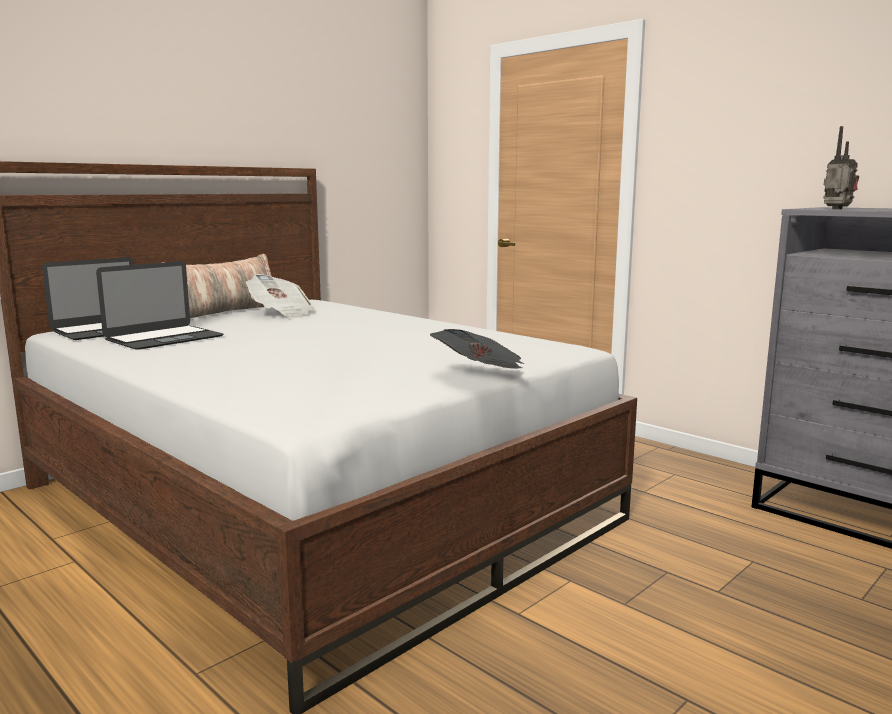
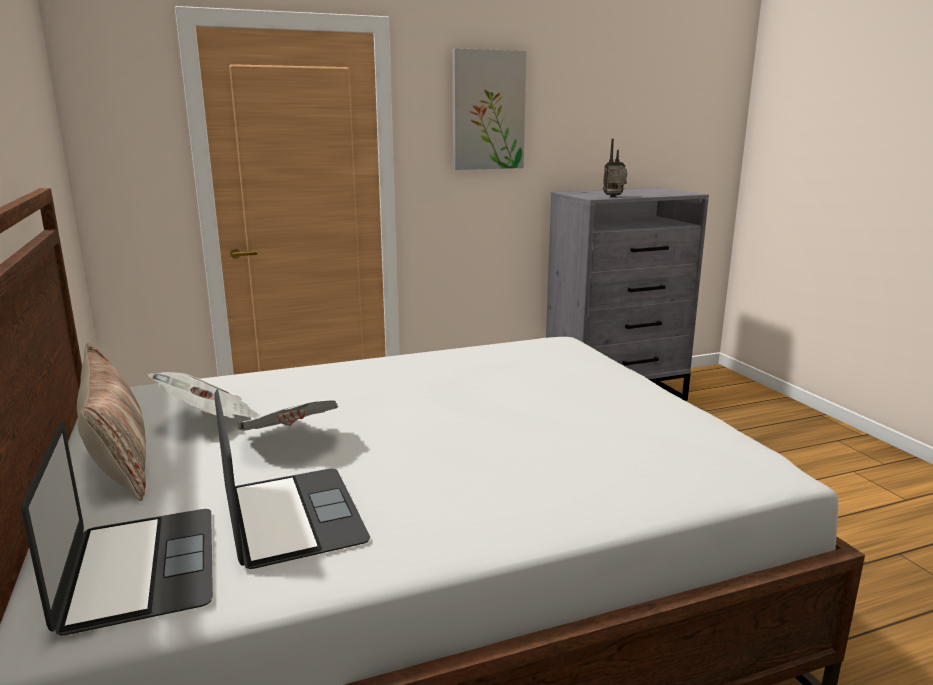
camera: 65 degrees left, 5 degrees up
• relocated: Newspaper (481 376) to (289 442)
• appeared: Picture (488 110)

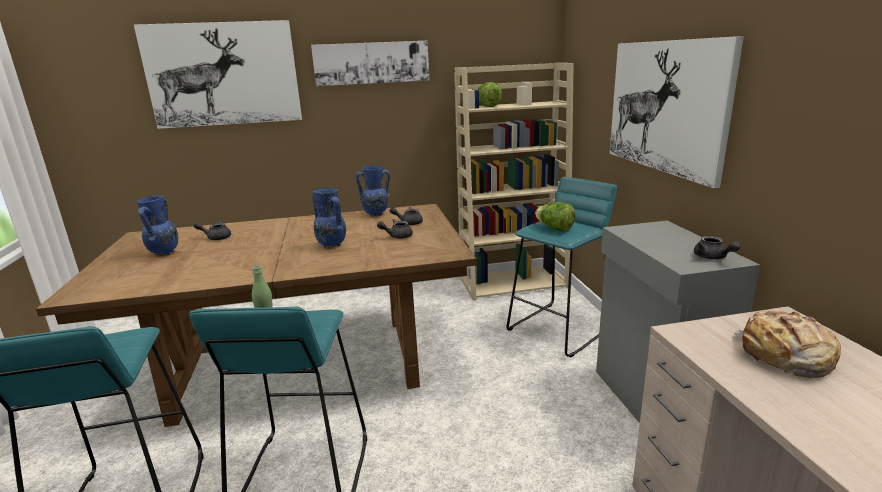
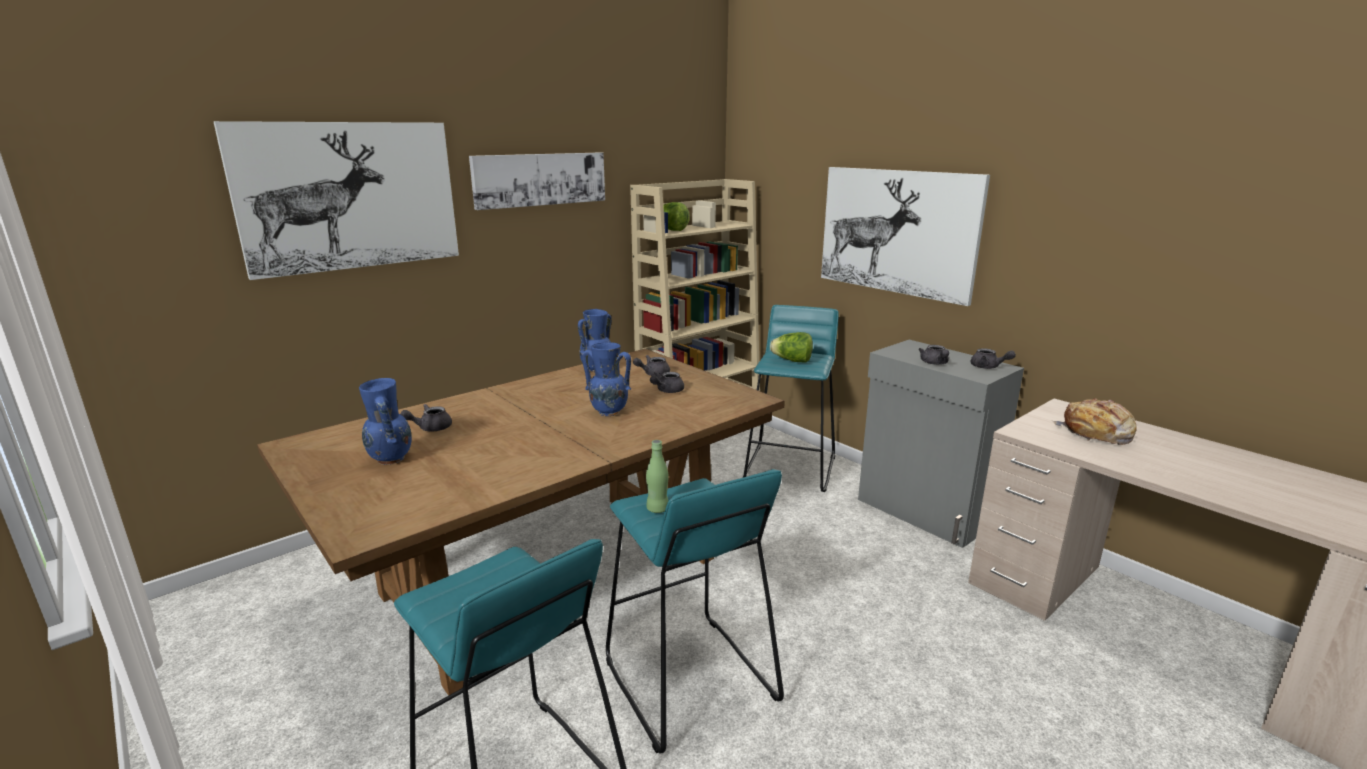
camera: 30 degrees left, 0 degrees up
• appeared: GreyTeapot (935 363)

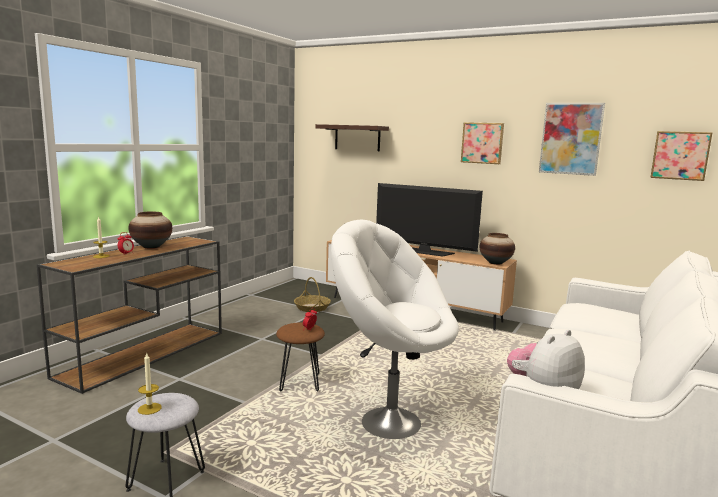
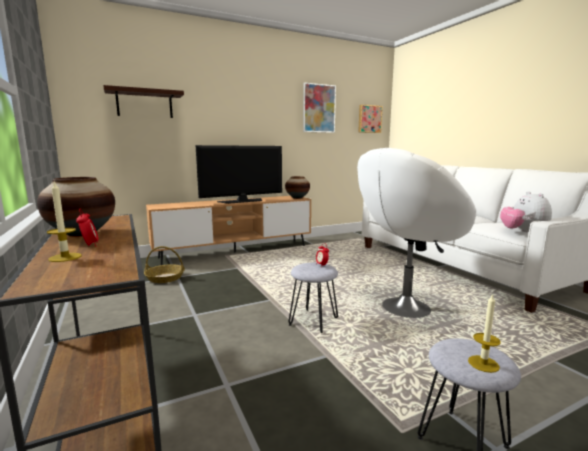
camera: 55 degrees left, 0 degrees up
• colour: BrownStool (299 384) to GreyStool (314 322)
• missing: Picture (482 143)

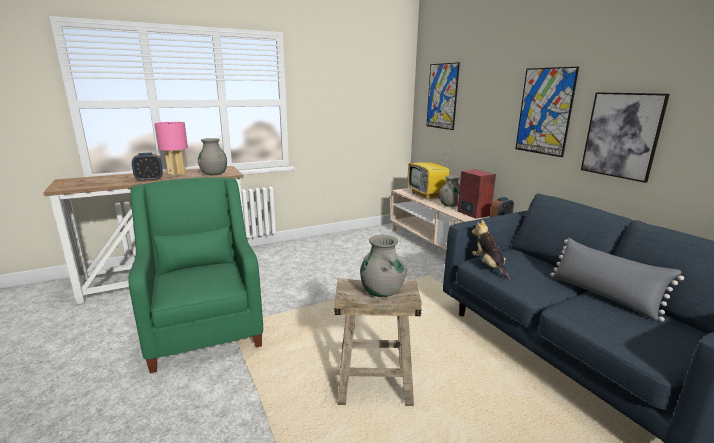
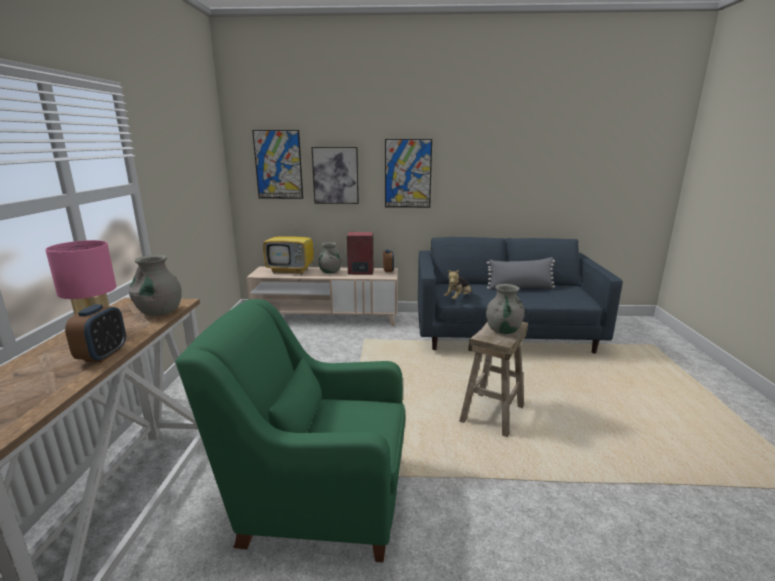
camera: 60 degrees left, 0 degrees up
• spun: PlushToy (489 266) = (458 298) 60 degrees counterclockwise
• relocated: Picture (621 135) to (335 175)

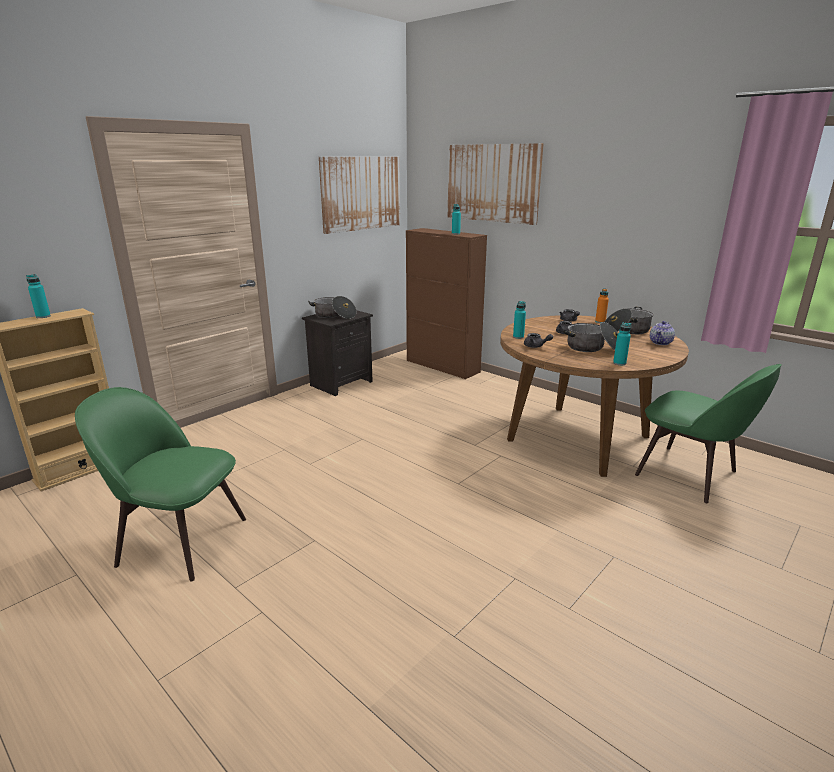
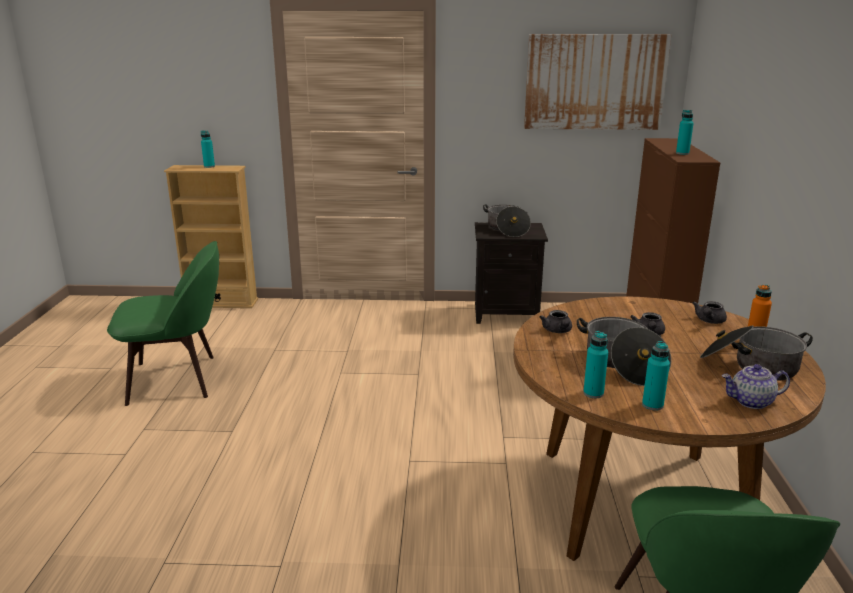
camera: 50 degrees right, 0 degrees up
• spun: GreenChair (178 540) = (177 379) 105 degrees clockwise
• missing: Picture (492 183)
• relocated: TurquoiseBottle (518 337) to (652 405)

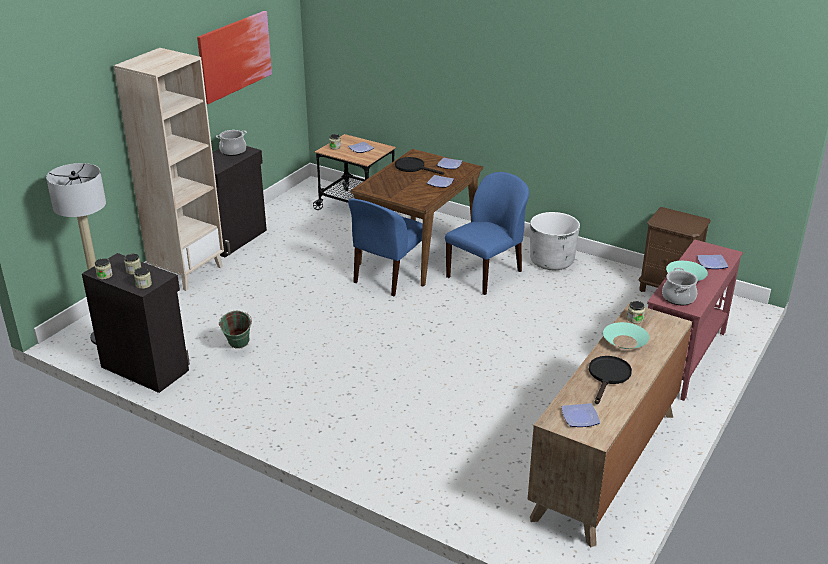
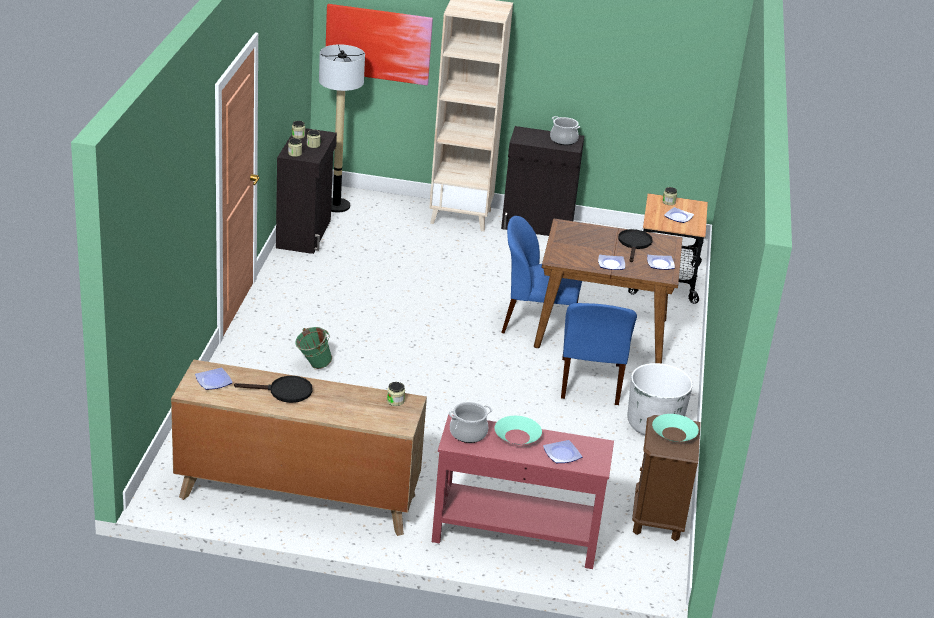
camera: 65 degrees right, 0 degrees up
• relocated: Picture (234 56) to (378 43)
• relocated: GreenBucket (238 347) to (313 365)
• spun: BlueChair (485 274) = (590 383) 75 degrees clockwise
• relocated: TurquoiseBowl (624 342) to (673 434)

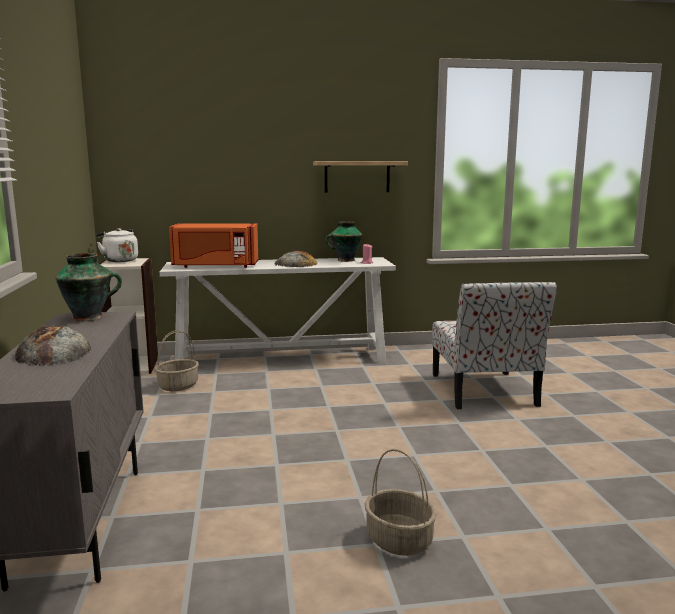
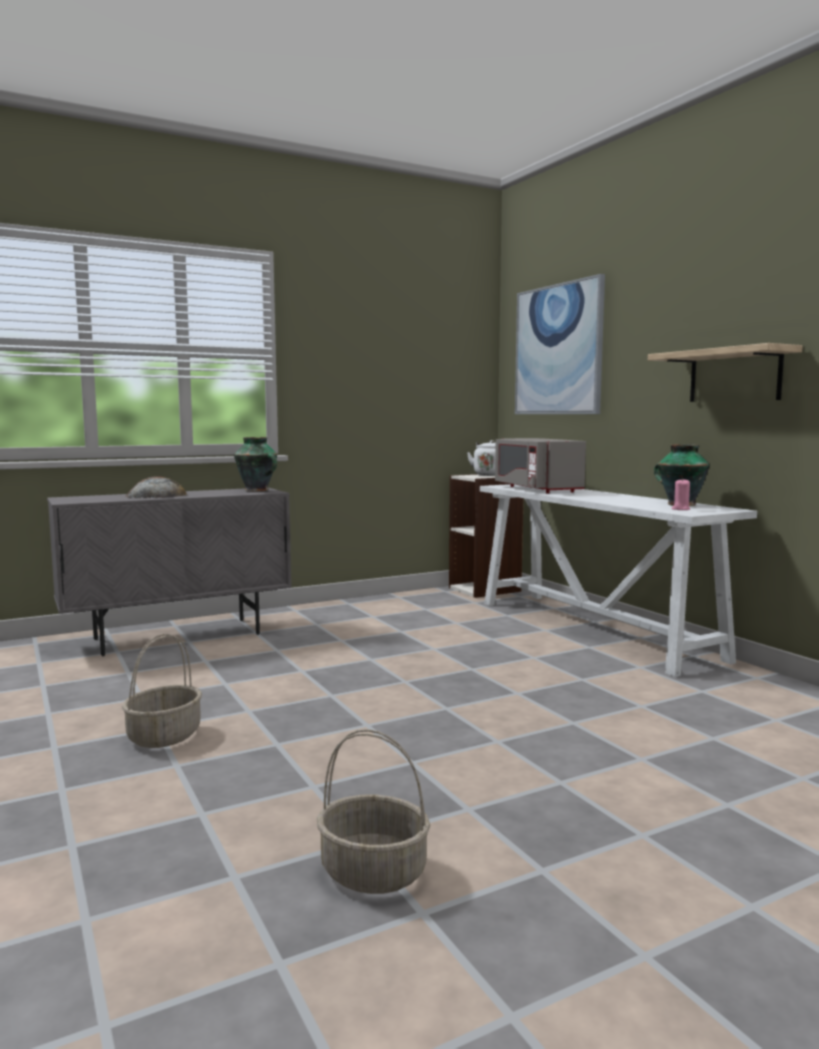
camera: 70 degrees right, 5 degrees down
• relocated: Basket (178 386) to (374 872)
• colour: OrangeMicrowave (215 266) to GreyMicrowave (536 489)
• missing: Bread (296 264)
• missing: Chair (484 391)
• appeared: Picture (558 350)

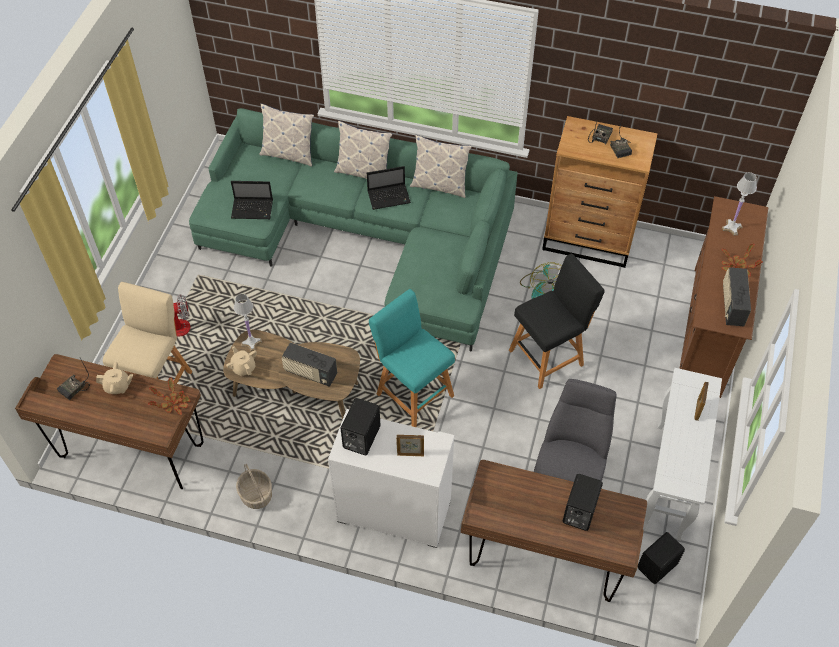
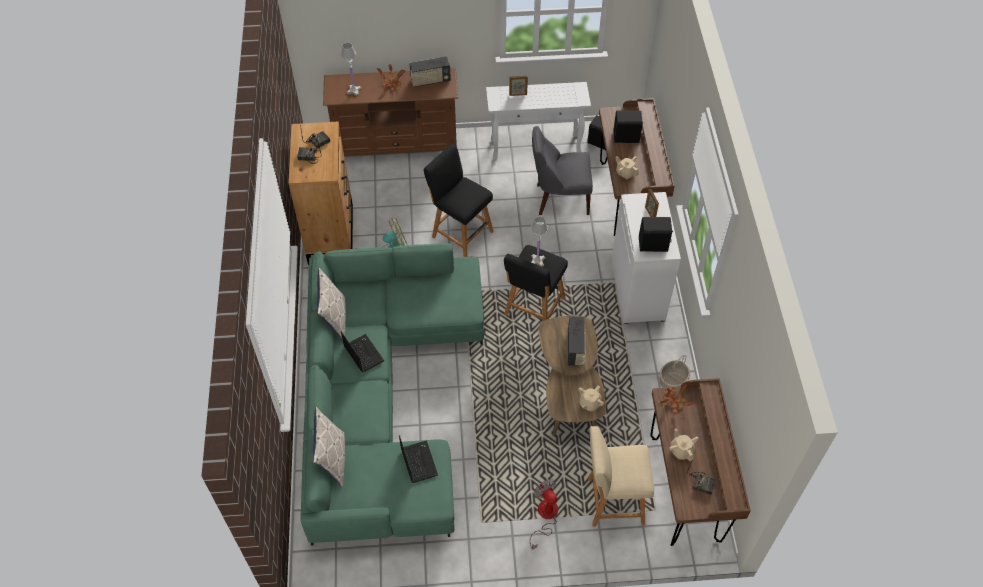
camera: 110 degrees left, 0 degrees up
• relocated: WhiteTableLamp (251 342) to (537 260)
• missing: Pillow (363 172)
• colour: TurquoiseStool (412 392) to BlackStool (533 309)
• appeared: BeigeTeapot (626 173)

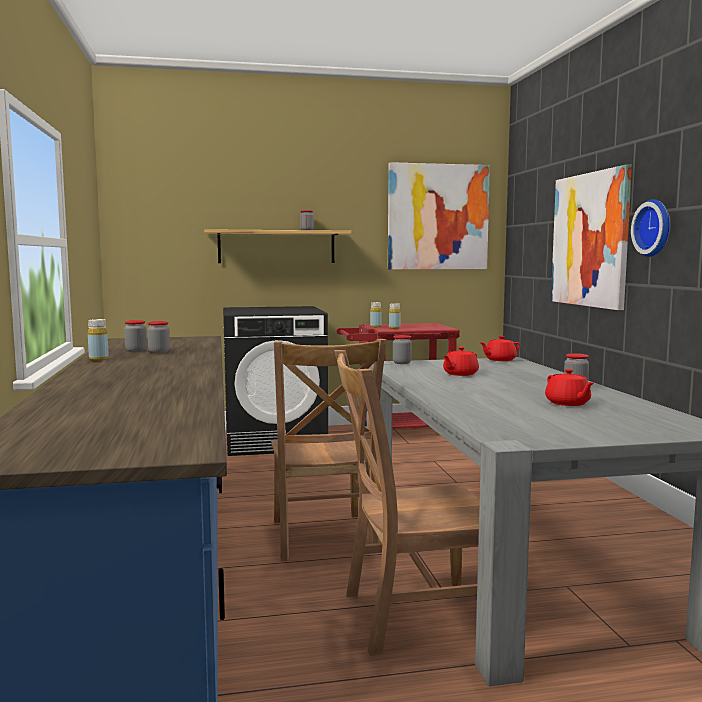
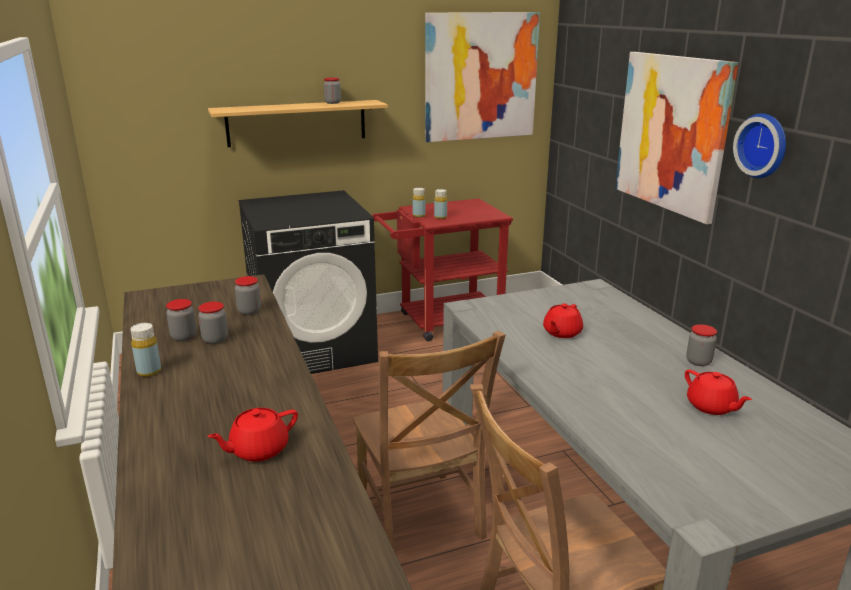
camera: 10 degrees left, 15 degrees up
• relocated: Jar (402 363) to (249 311)
• relocated: RedTeapot (499 360) to (258 450)

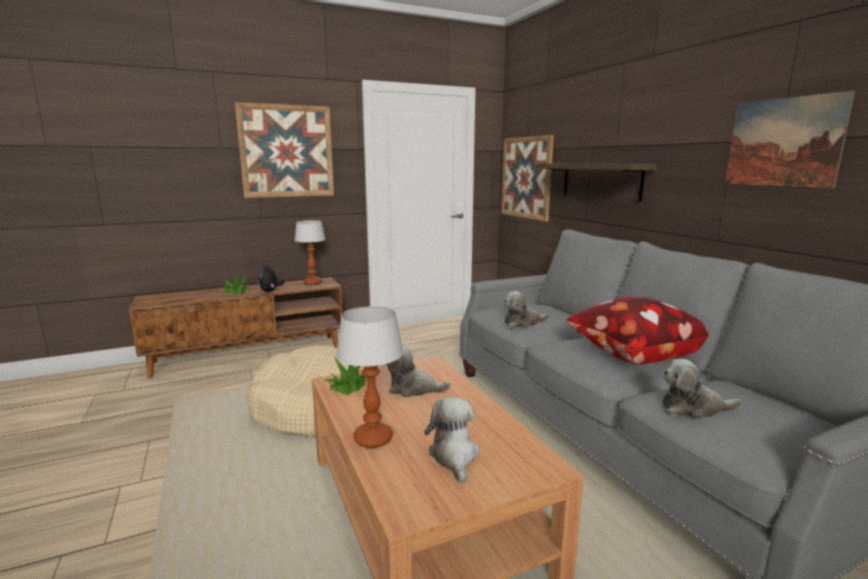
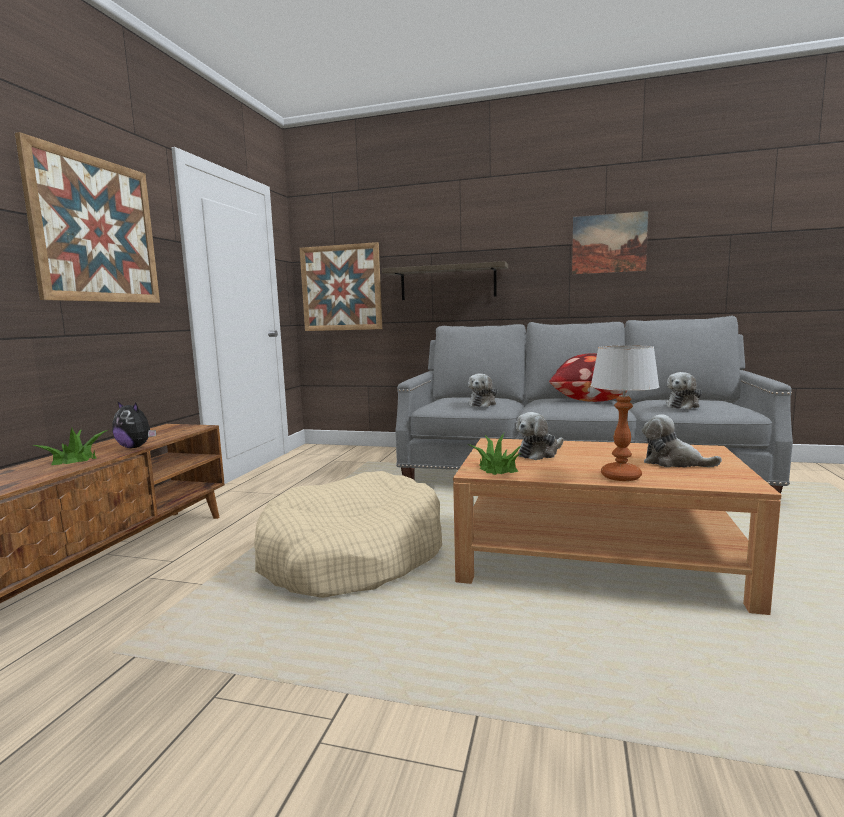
camera: 50 degrees left, 5 degrees down
• missing: TableLamp (313 283)

